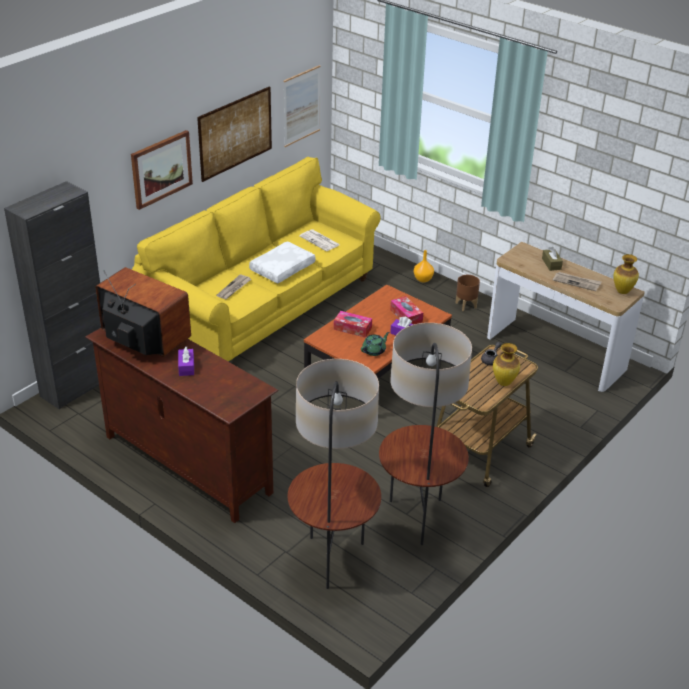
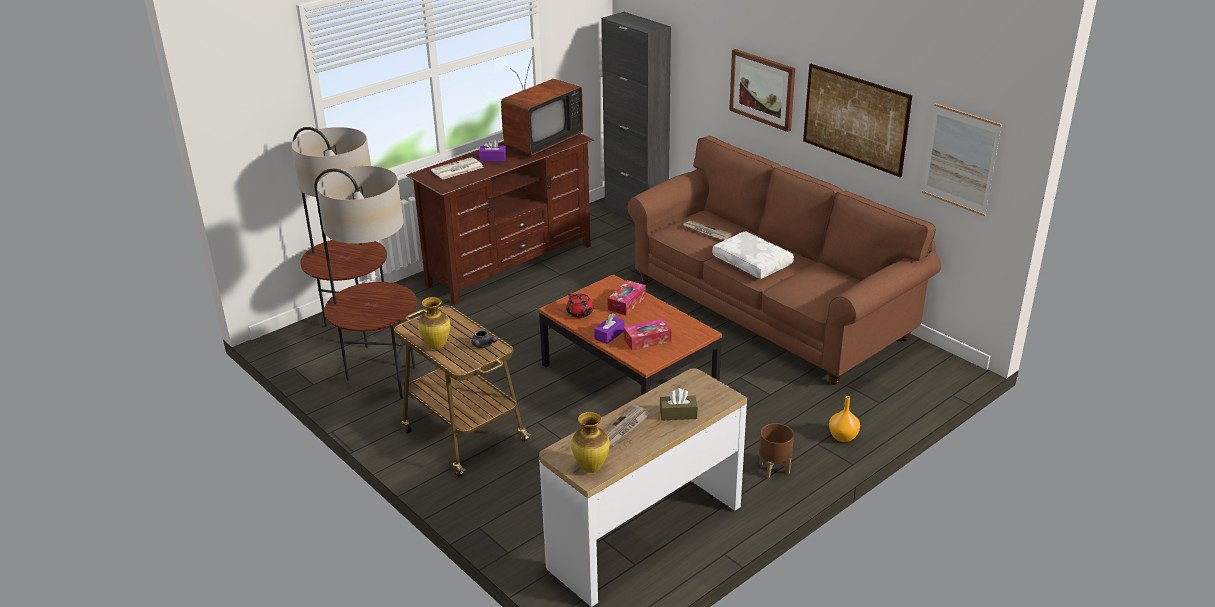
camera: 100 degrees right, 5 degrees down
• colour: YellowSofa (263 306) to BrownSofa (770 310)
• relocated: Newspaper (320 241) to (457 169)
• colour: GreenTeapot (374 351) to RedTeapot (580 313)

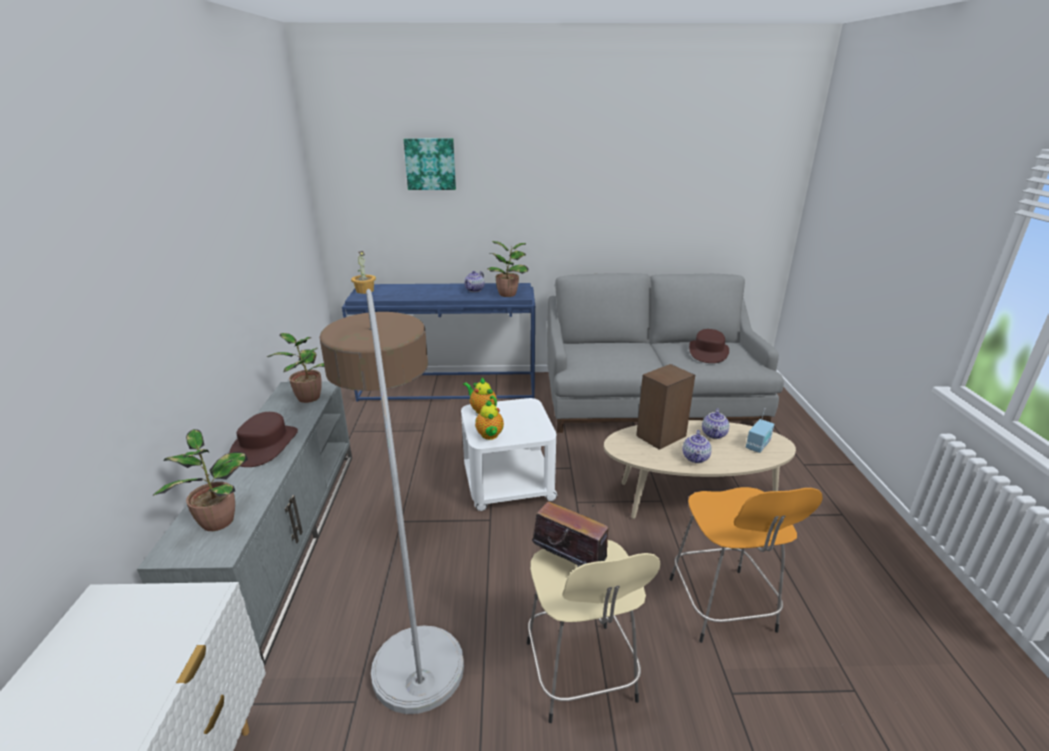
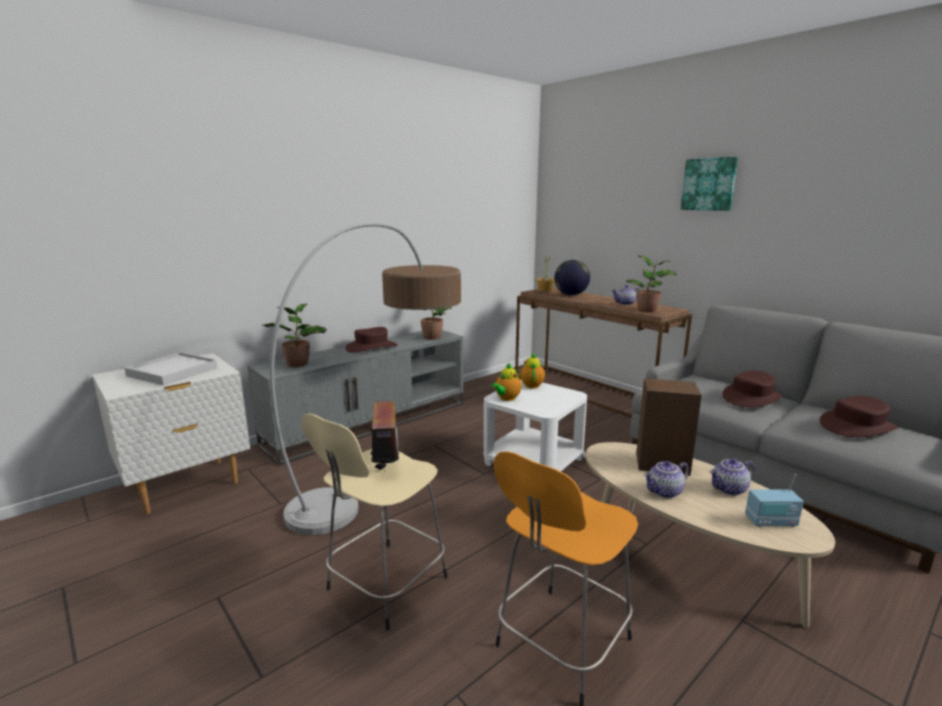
camera: 50 degrees right, 10 degrees down
• colour: BlueConsoleTable (449 386) to BrownConsoleTable (592 393)
• relocated: Picture (430 164) to (709 184)
• appeared: WhiteTray (173 372)
• appeared: Globe (571 295)
• appeared: BrownHat (751 397)

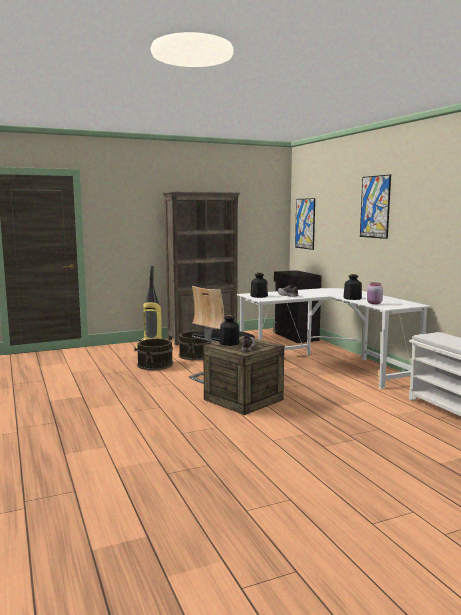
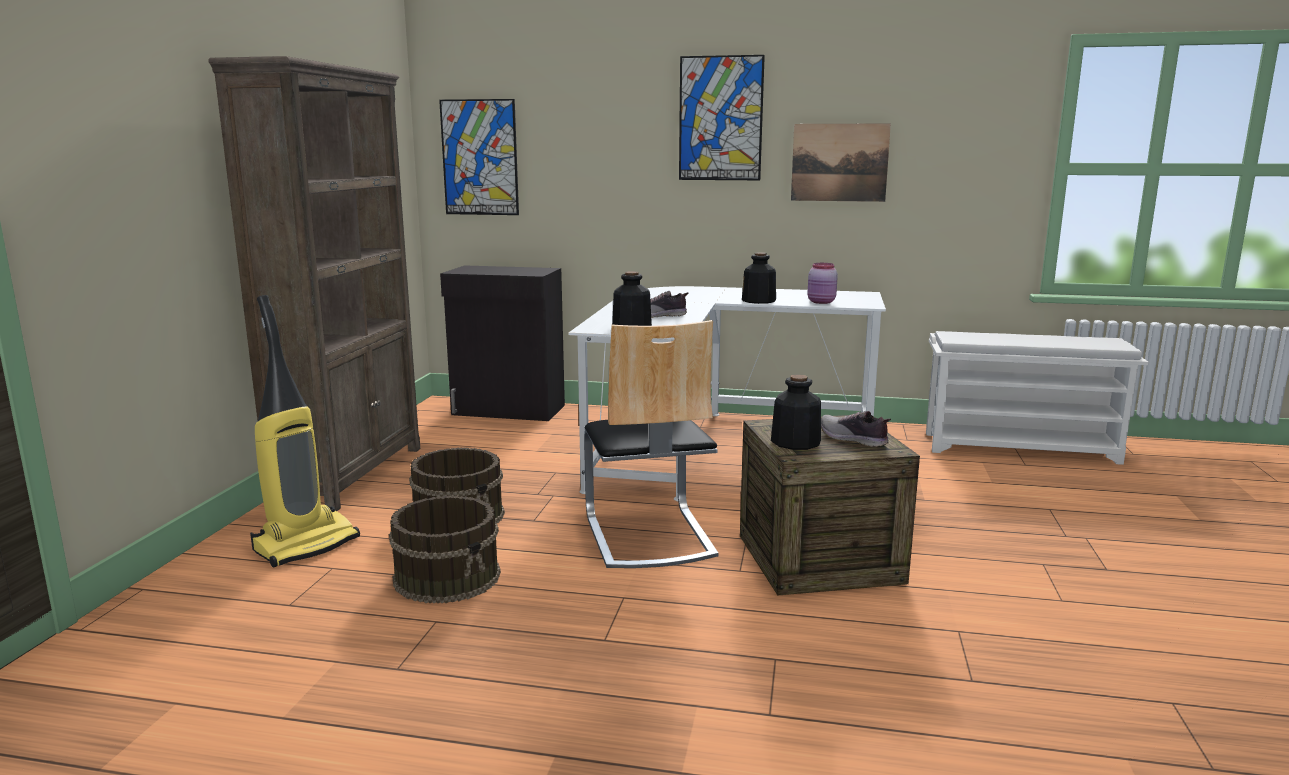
camera: 55 degrees left, 5 degrees up
• appeared: Picture (839 162)

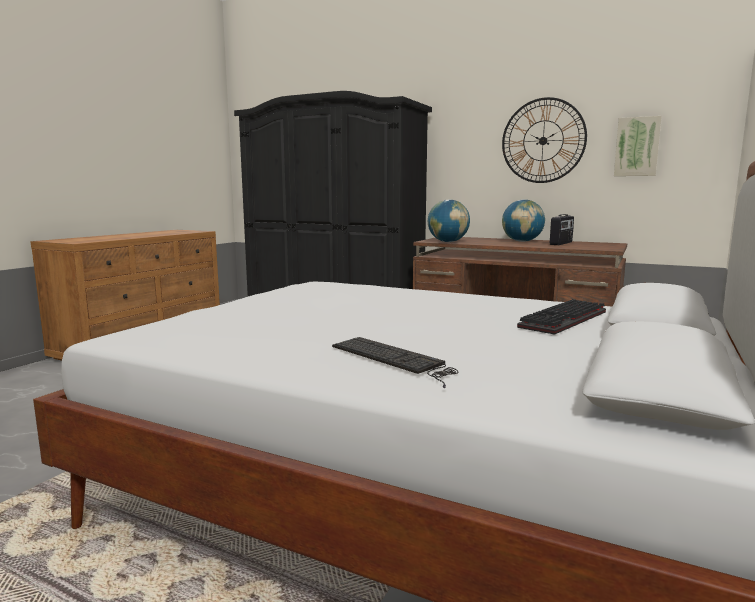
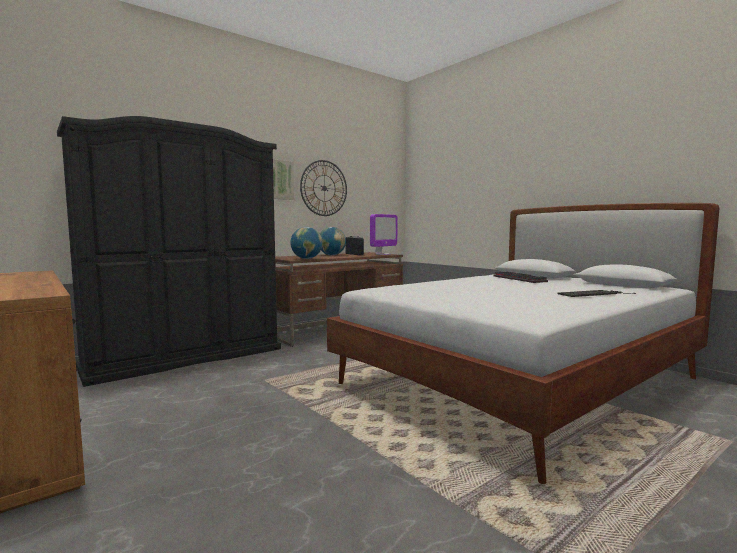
camera: 65 degrees left, 5 degrees down
• relocated: Picture (637 147) to (280 180)
• appeared: Monitor (383 254)

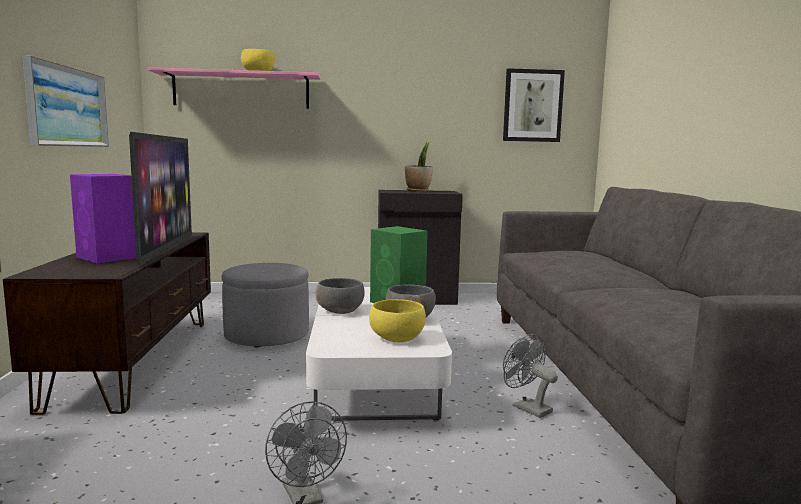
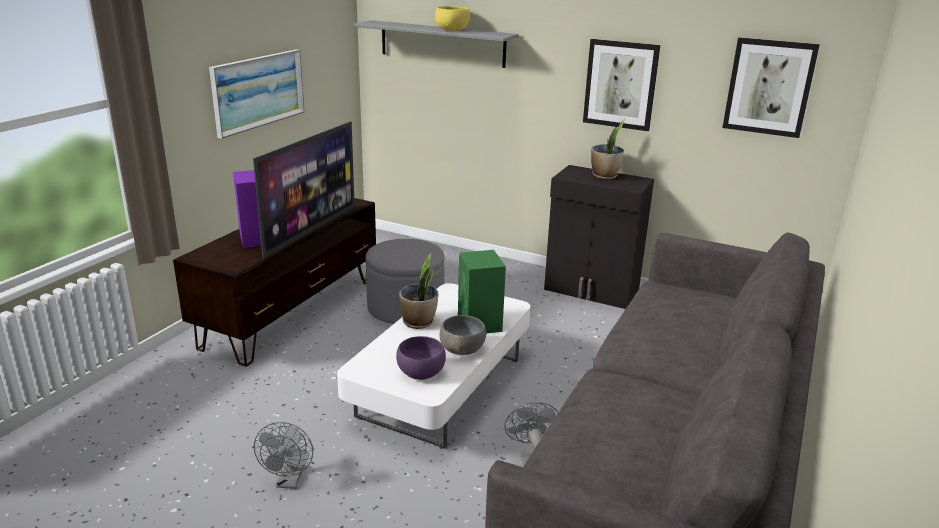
camera: 30 degrees right, 15 degrees up
• colour: PinkShelf (241 90) to GreyShelf (442 43)
• exchanged: GreyBowl (339 311) to PottedPlant (419 322)
• colour: YellowBowl (396 338) to PurpleBowl (420 372)
• appeared: Picture (620 84)

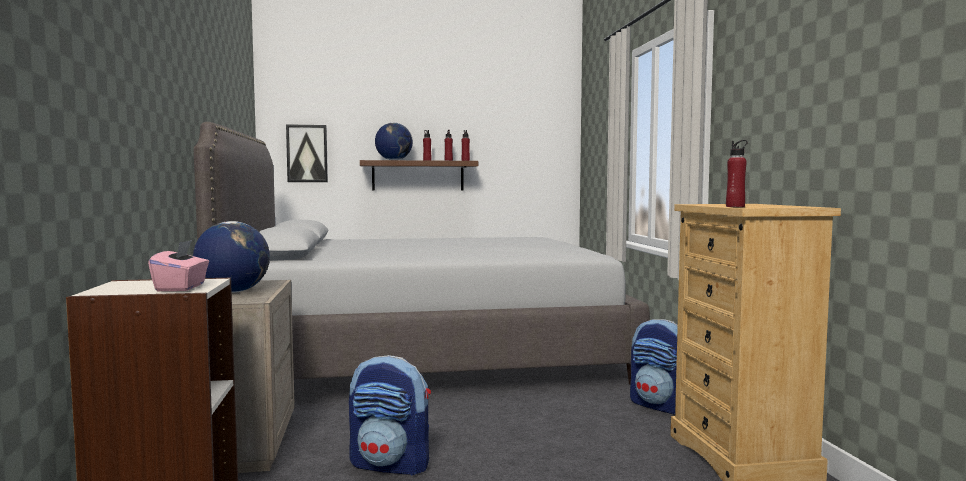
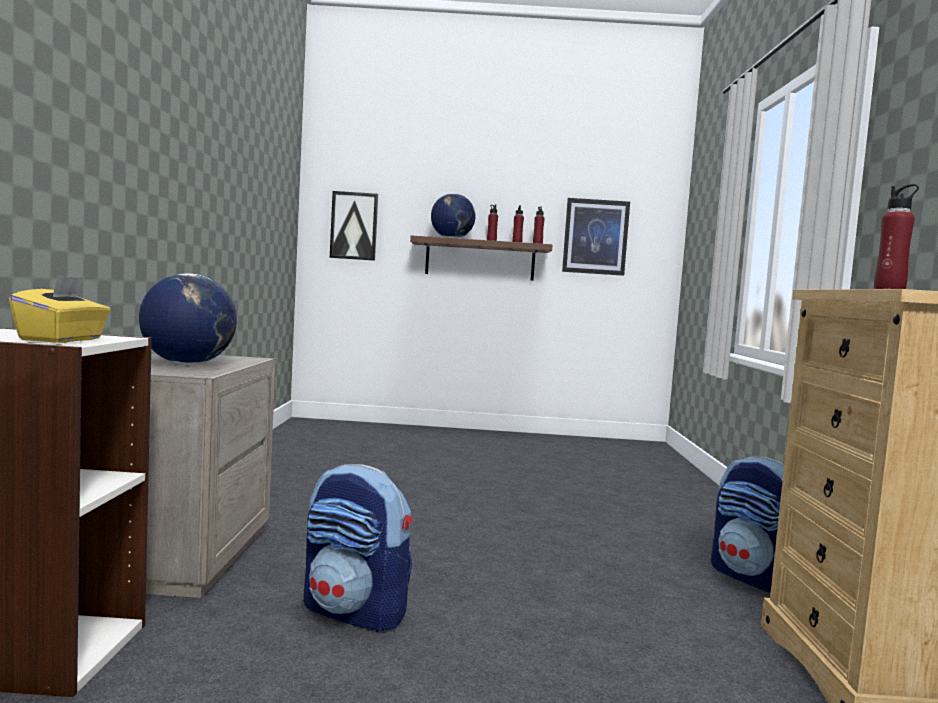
camera: 10 degrees right, 0 degrees up
• colour: PinkTissueBox (181 287) to YellowTissueBox (62 340)
• missing: GreyBed (424 356)
• appeared: Picture (595 237)

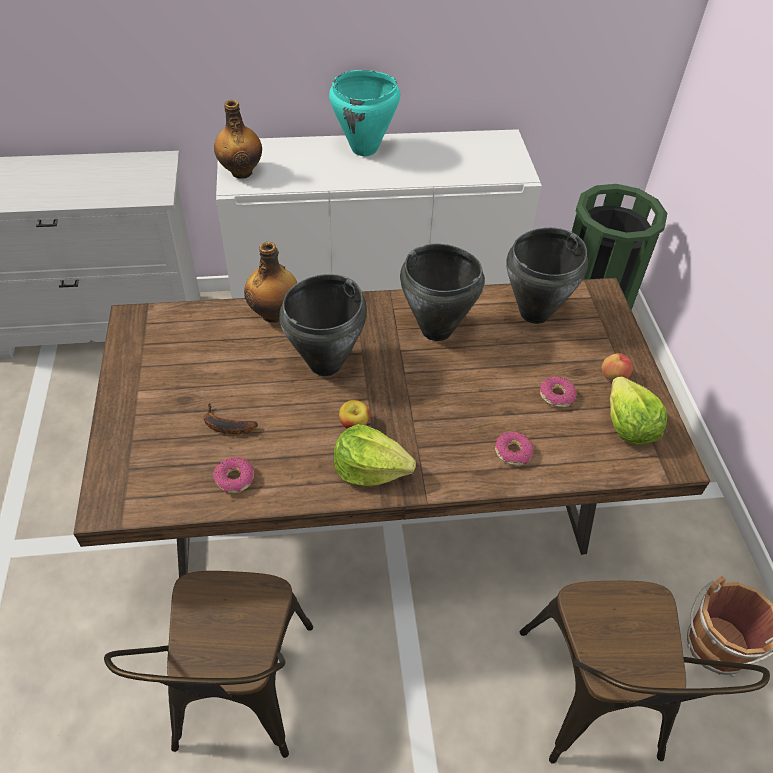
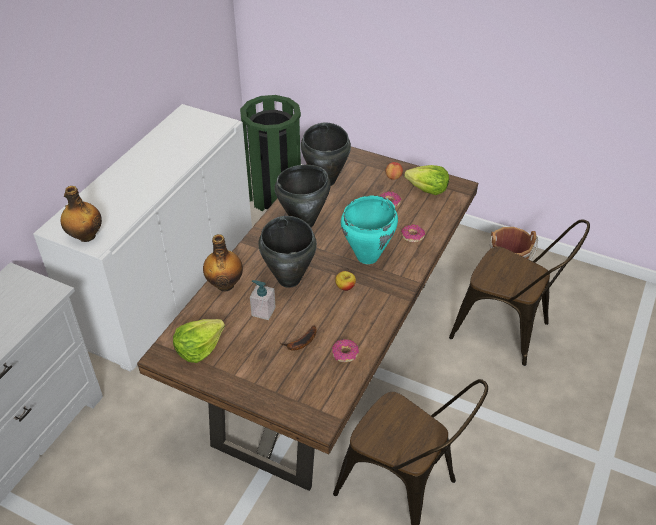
camera: 55 degrees left, 5 degrees down
• relocated: TurquoiseCookingPot (364 149) to (368 256)
• relocated: Lettuce (370 469) to (199 348)
• appeared: SoapDispenser (263 311)

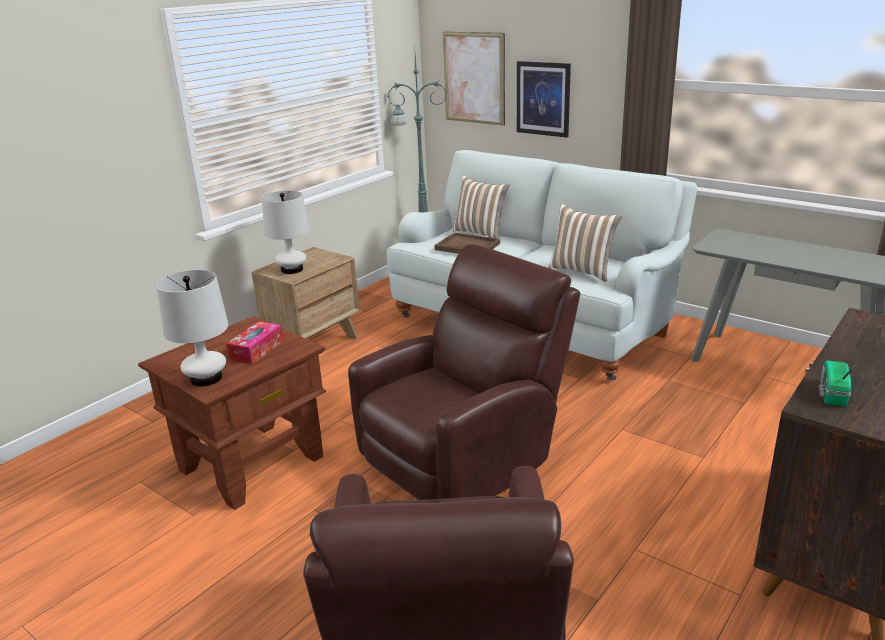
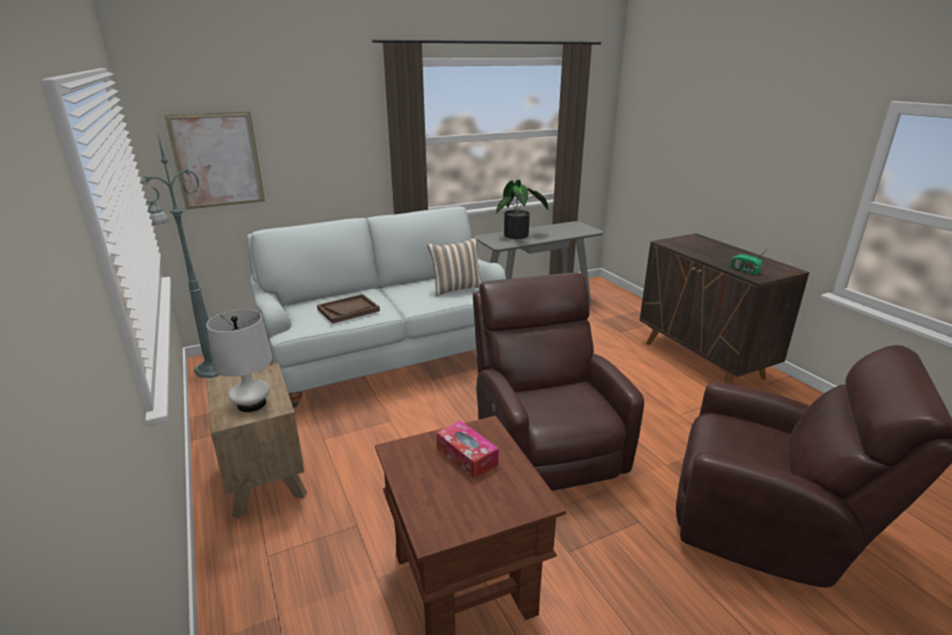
camera: 65 degrees left, 0 degrees up
• missing: WhiteTableLamp (206 378)
• missing: Pillow (481 233)
• missing: Picture (543 99)
• appeared: PottedPlant (519 236)

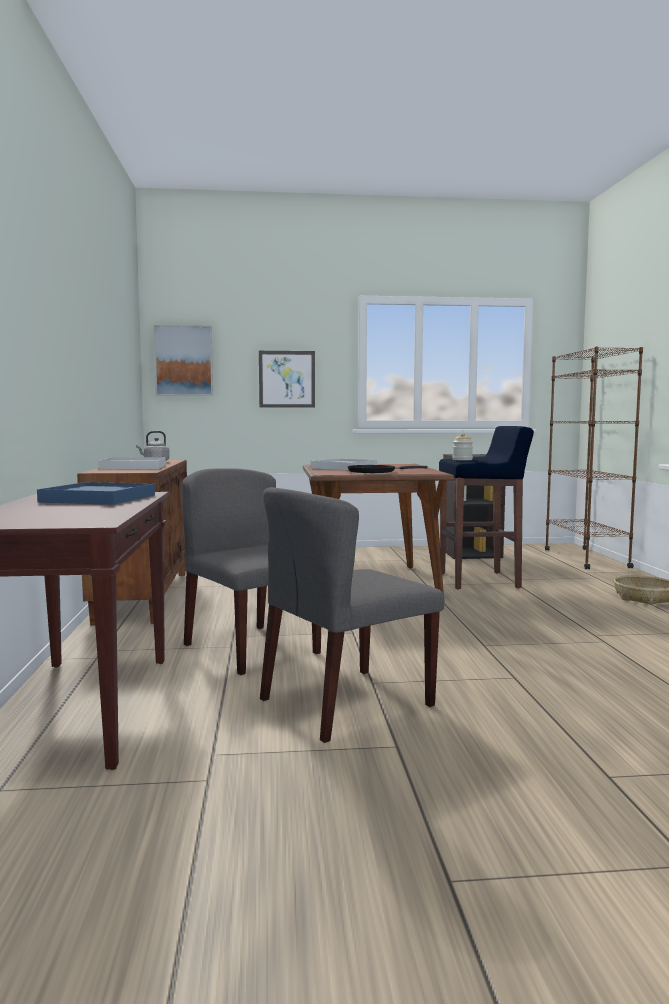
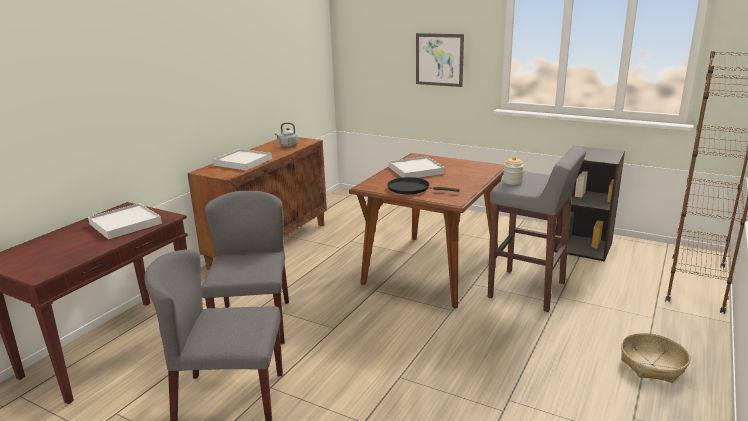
camera: 35 degrees right, 15 degrees up
• colour: BlueTray (98 498) to WhiteTray (125 224)
• missing: Picture (184 361)
• colour: BlueStool (480 580) to GreyStool (528 290)

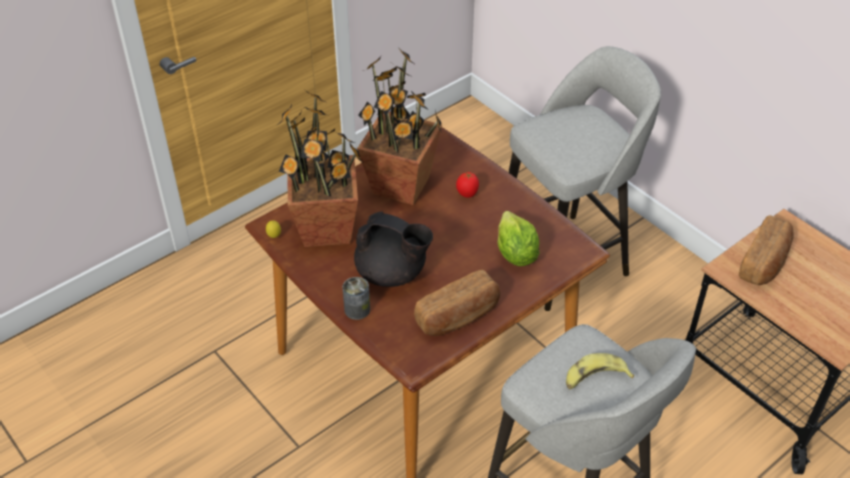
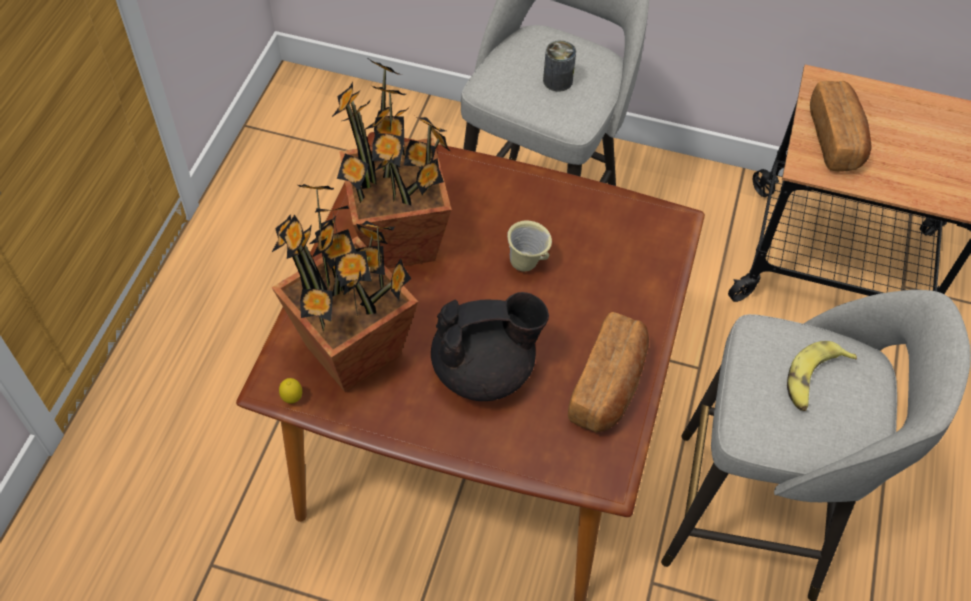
camera: 35 degrees left, 10 degrees up
• relocated: Can (357 309) to (557 80)
• missing: Tomato (467 194)
• missing: Lettuce (515 254)
• appeared: BeigeMug (527 263)

